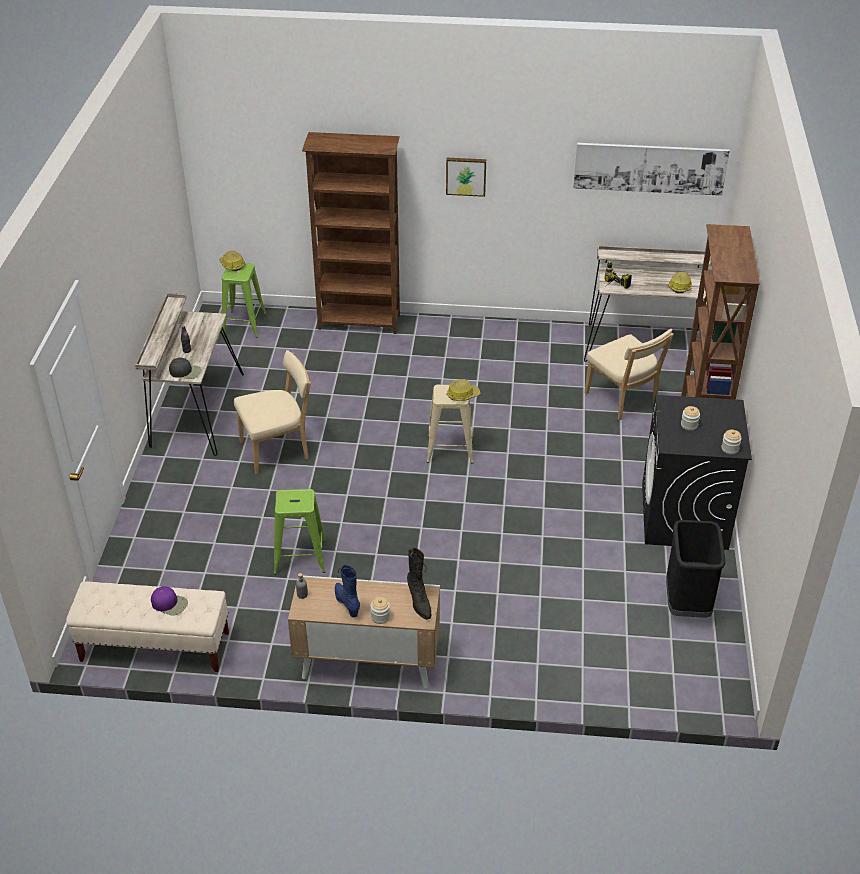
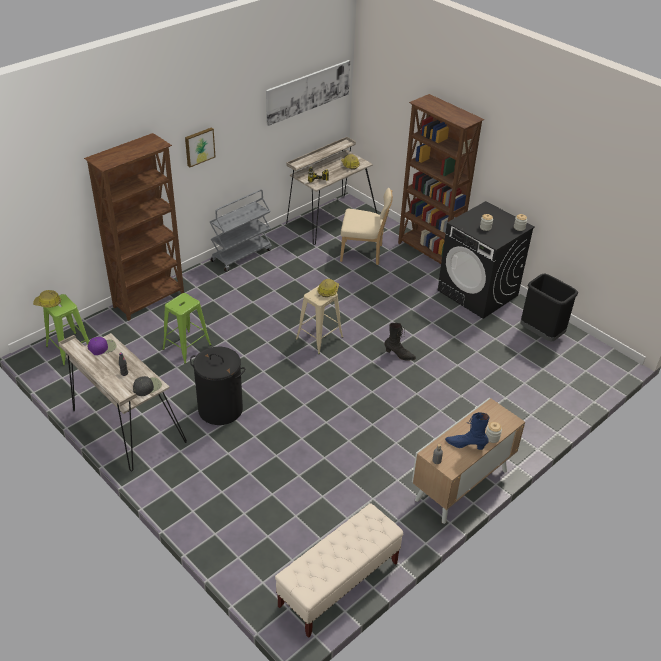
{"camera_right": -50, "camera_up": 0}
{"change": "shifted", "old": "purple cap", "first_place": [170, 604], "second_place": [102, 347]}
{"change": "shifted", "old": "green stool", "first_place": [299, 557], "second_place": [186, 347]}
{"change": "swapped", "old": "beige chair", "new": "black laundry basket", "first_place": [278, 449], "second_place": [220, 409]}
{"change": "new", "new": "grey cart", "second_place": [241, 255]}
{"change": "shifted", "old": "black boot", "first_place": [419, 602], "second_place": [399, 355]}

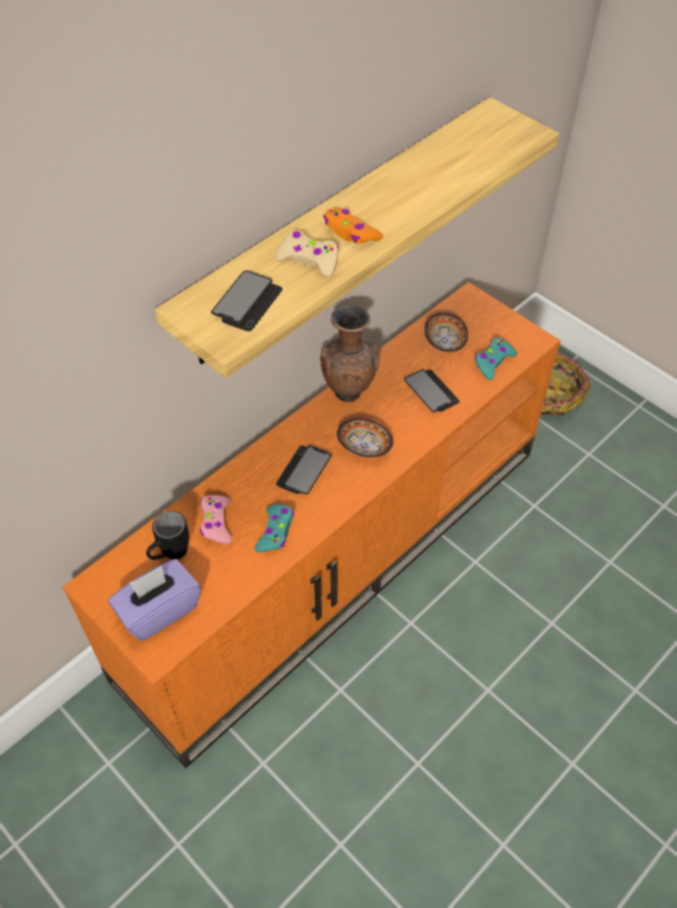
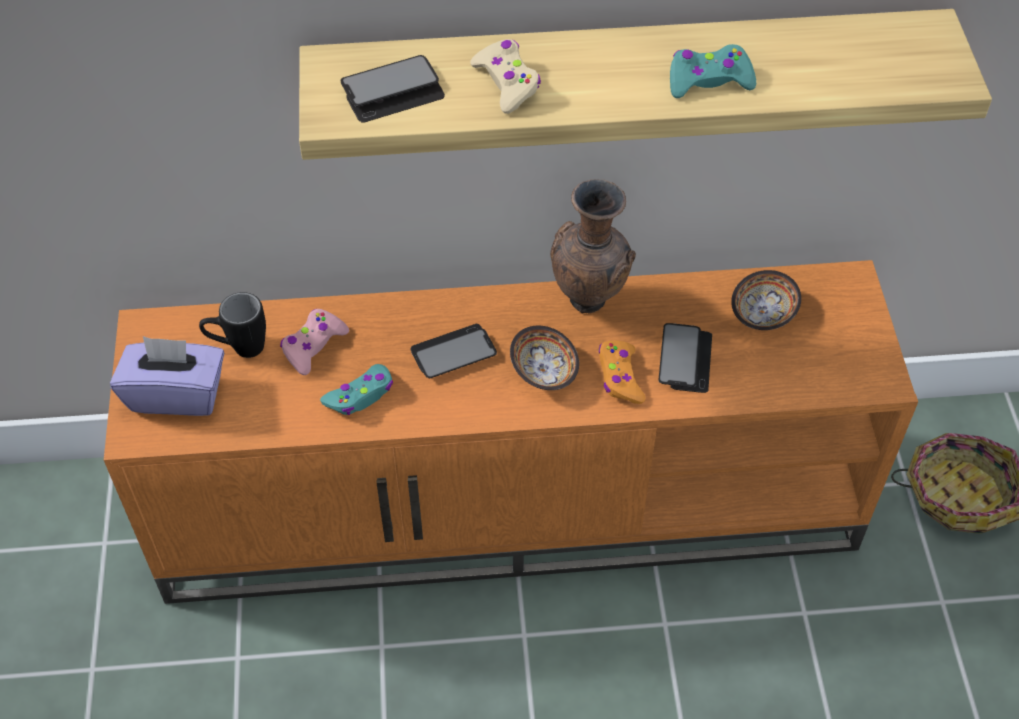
{"camera_right": 40, "camera_up": 0}
{"change": "shifted", "old": "orange game controller", "first_place": [350, 232], "second_place": [620, 377]}
{"change": "shifted", "old": "turquoise game controller", "first_place": [493, 362], "second_place": [708, 80]}

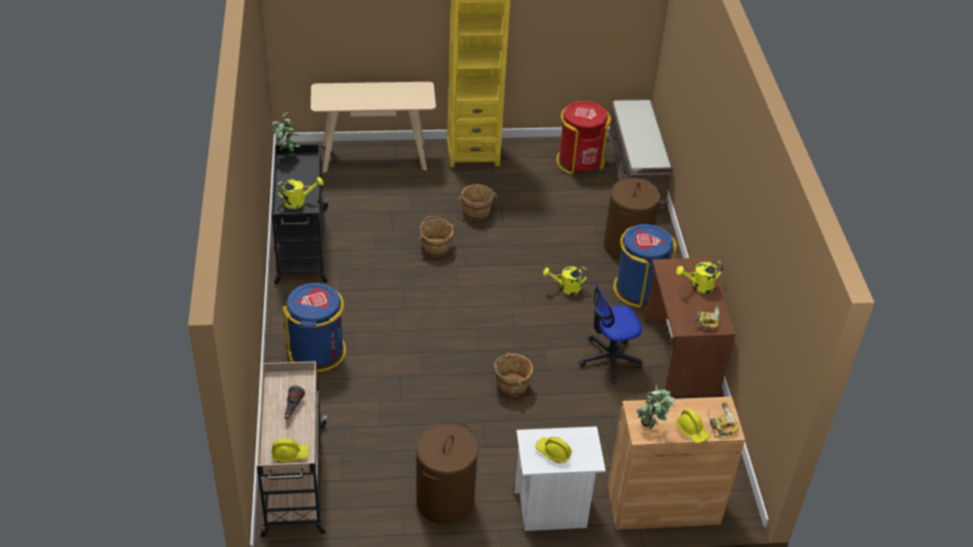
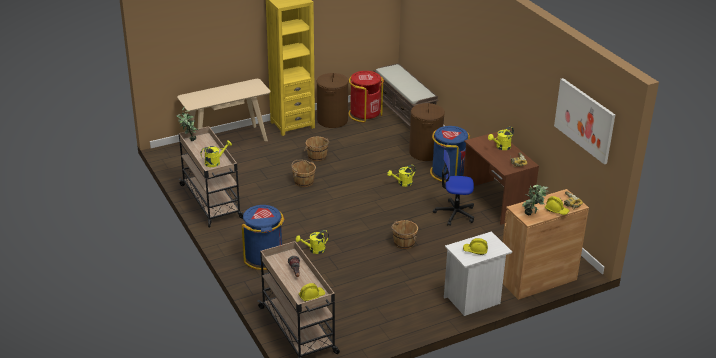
{"camera_right": -20, "camera_up": -10}
{"change": "repainted", "old": "black cart", "new": "beige cart", "first_place": [301, 246], "second_place": [211, 202]}
{"change": "new", "new": "yellow watering can", "second_place": [314, 250]}
{"change": "shifted", "old": "brown laundry basket", "first_place": [445, 501], "second_place": [332, 120]}
{"change": "rotated", "old": "office chair", "first_place": [609, 359], "second_place": [454, 213], "degrees": 45}
{"change": "new", "new": "picture", "second_place": [584, 120]}

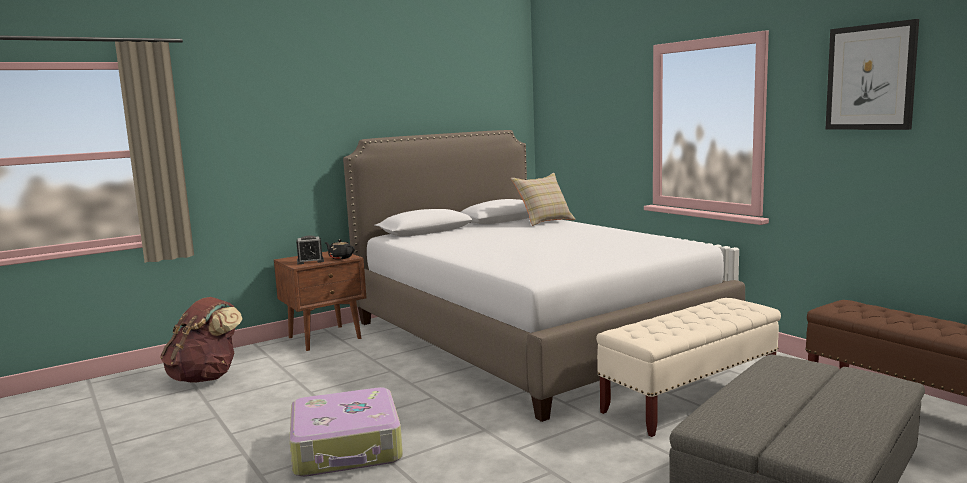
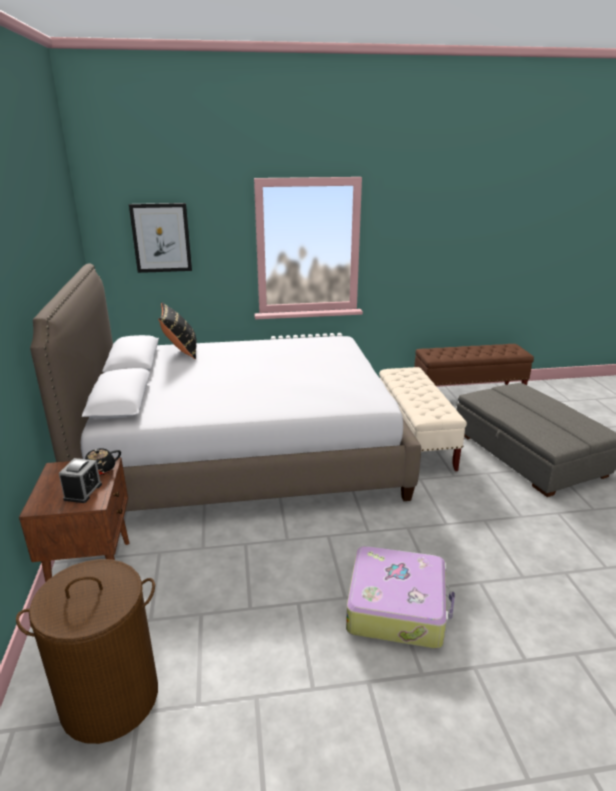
{"camera_right": -65, "camera_up": 15}
{"change": "swapped", "old": "brown backpack", "new": "brown laundry basket", "first_place": [206, 377], "second_place": [110, 698]}
{"change": "shifted", "old": "picture", "first_place": [870, 77], "second_place": [161, 238]}
{"change": "repainted", "old": "beige pillow", "new": "black pillow", "first_place": [544, 221], "second_place": [181, 351]}

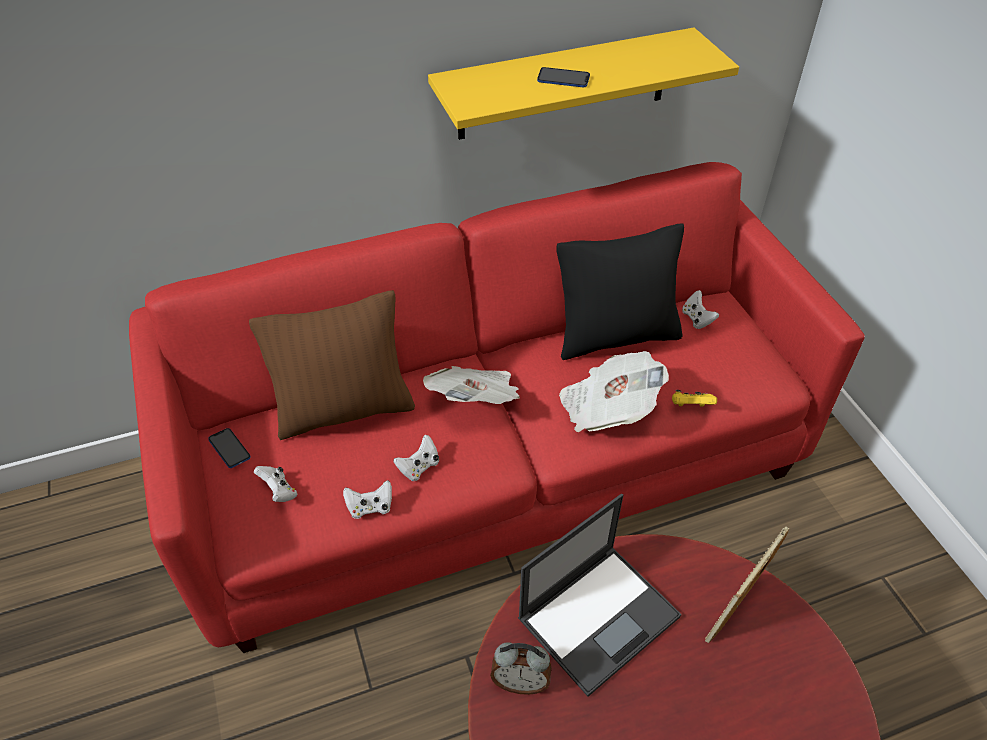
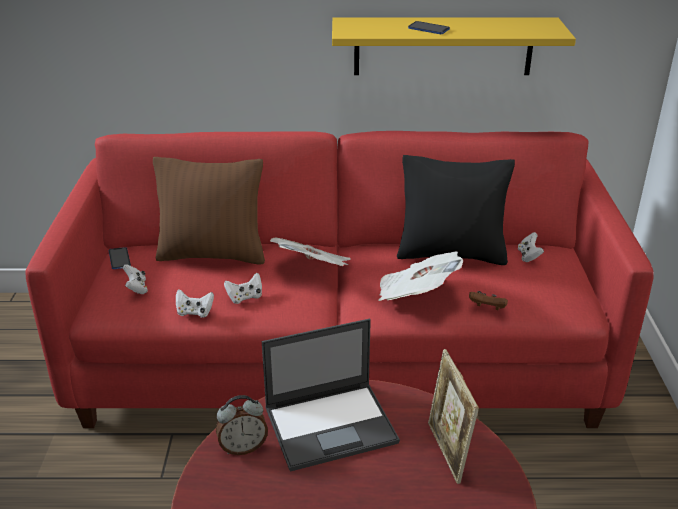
{"camera_right": 20, "camera_up": -15}
{"change": "rotated", "old": "alarm clock", "first_place": [520, 682], "second_place": [243, 447], "degrees": -45}
{"change": "rotated", "old": "picture frame", "first_place": [733, 612], "second_place": [447, 452], "degrees": -75}
{"change": "repainted", "old": "yellow game controller", "new": "brown game controller", "first_place": [690, 407], "second_place": [487, 308]}

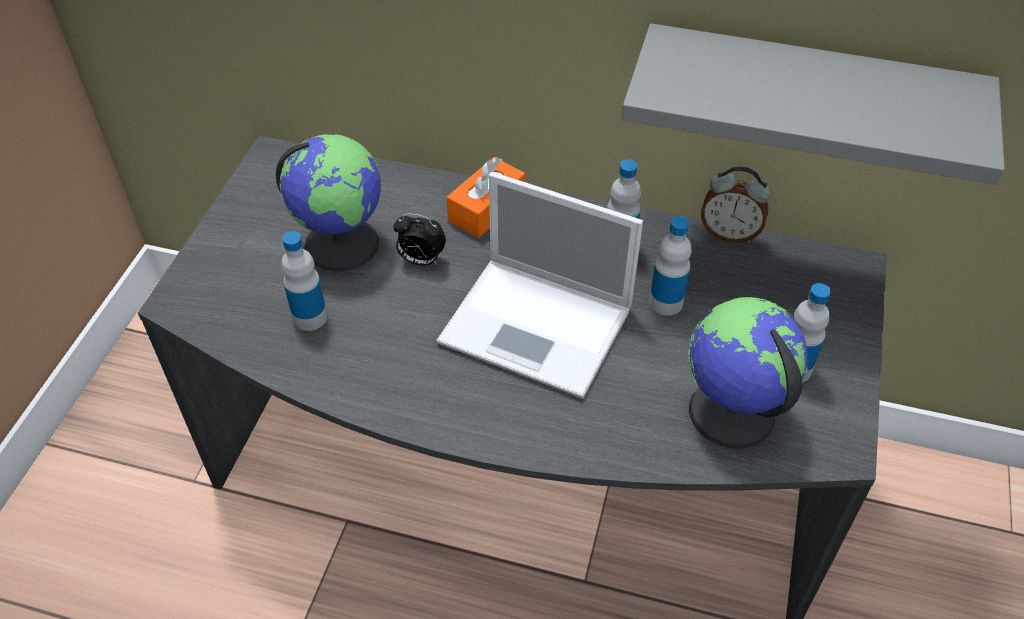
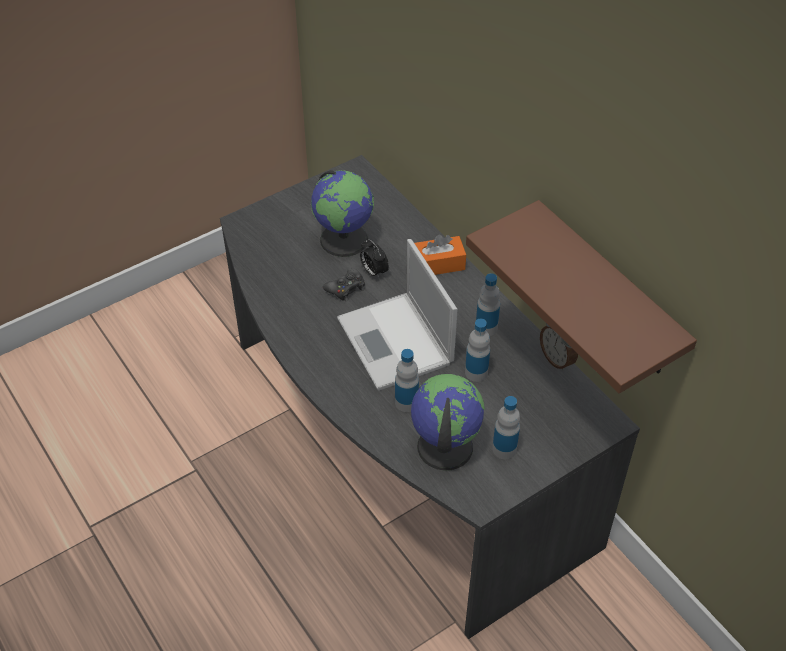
{"camera_right": 40, "camera_up": 0}
{"change": "new", "new": "black game controller", "second_place": [346, 288]}
{"change": "shifted", "old": "bottle", "first_place": [310, 317], "second_place": [406, 402]}
{"change": "repainted", "old": "grey shelf", "new": "brown shelf", "first_place": [806, 96], "second_place": [607, 292]}

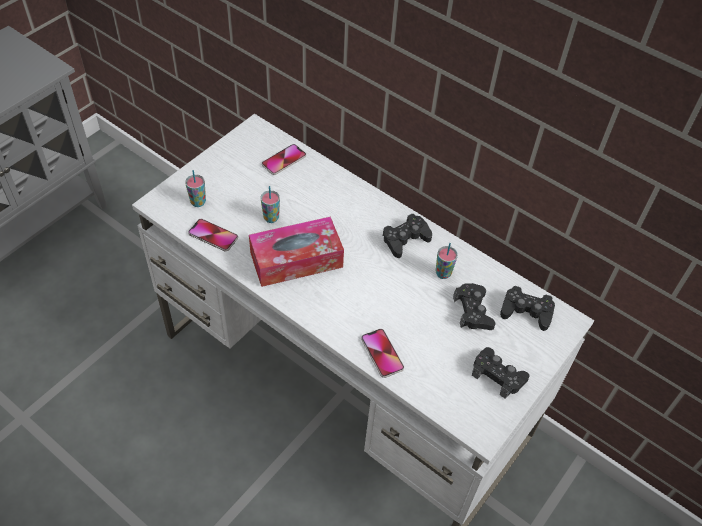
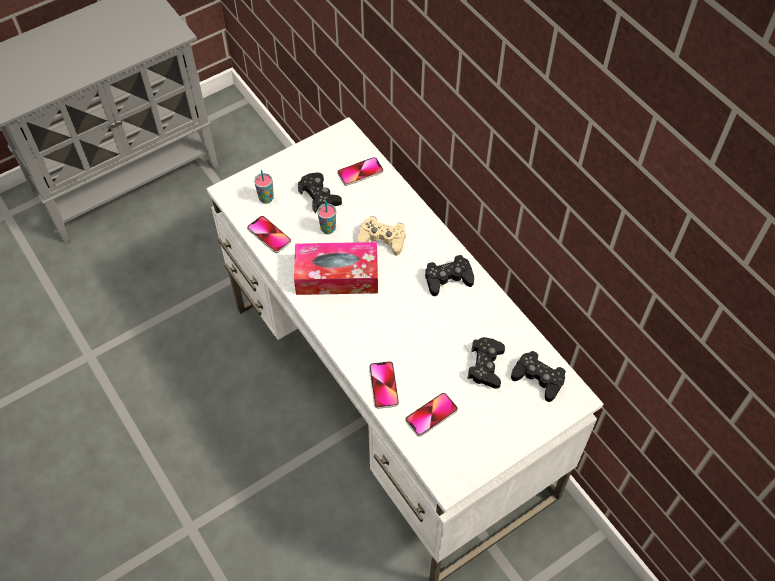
{"camera_right": 20, "camera_up": 5}
{"change": "shifted", "old": "black game controller", "first_place": [498, 375], "second_place": [319, 196]}
{"change": "new", "new": "beige game controller", "second_place": [382, 239]}
{"change": "new", "new": "phone", "second_place": [431, 415]}
{"change": "gone", "old": "cup", "first_place": [443, 273]}

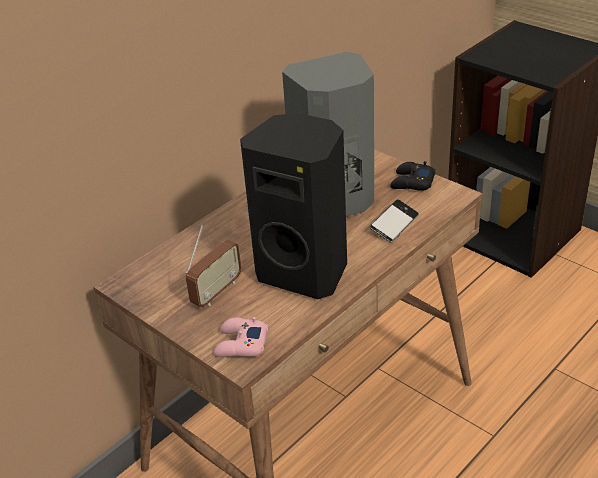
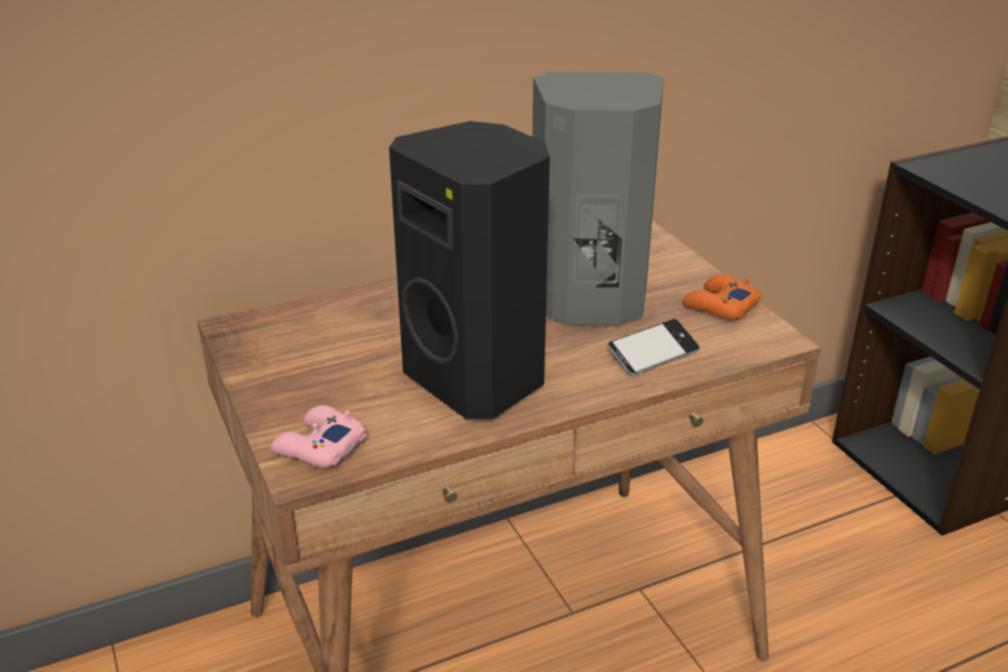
{"camera_right": 20, "camera_up": -5}
{"change": "repainted", "old": "black game controller", "new": "orange game controller", "first_place": [412, 182], "second_place": [719, 306]}
{"change": "gone", "old": "radio", "first_place": [216, 292]}

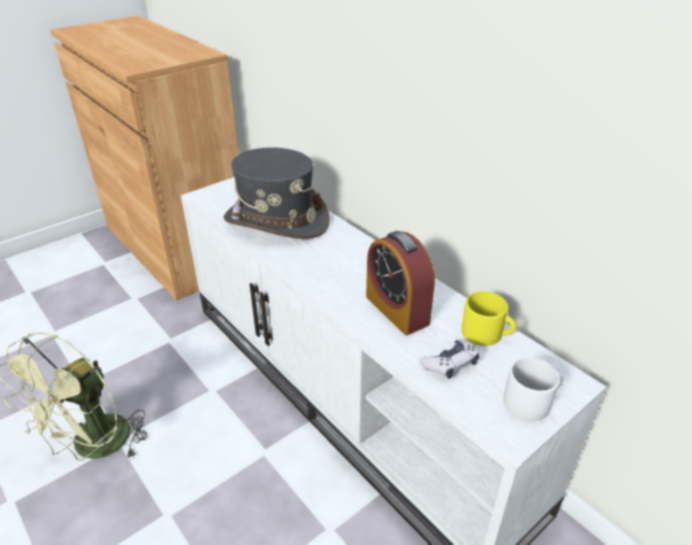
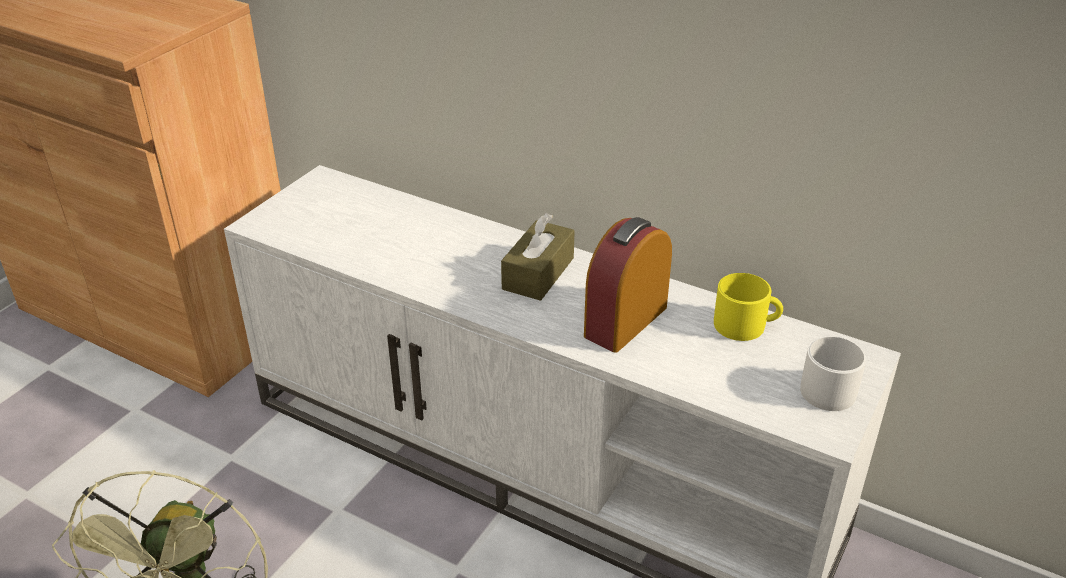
{"camera_right": -20, "camera_up": 0}
{"change": "new", "new": "brown tissue box", "second_place": [538, 273]}
{"change": "rotated", "old": "alarm clock", "first_place": [397, 310], "second_place": [626, 321], "degrees": 90}
{"change": "gone", "old": "grey hat", "first_place": [276, 220]}
{"change": "gone", "old": "game controller", "first_place": [450, 364]}

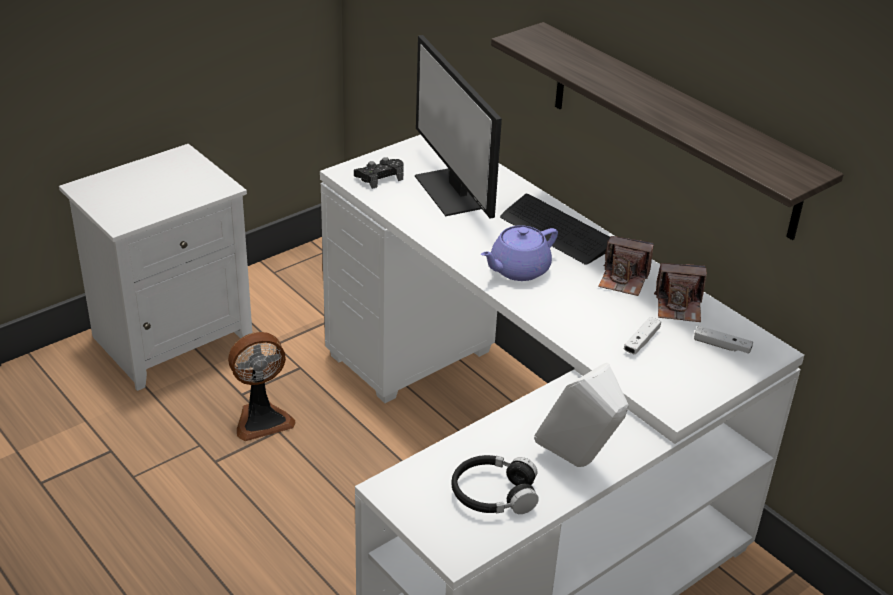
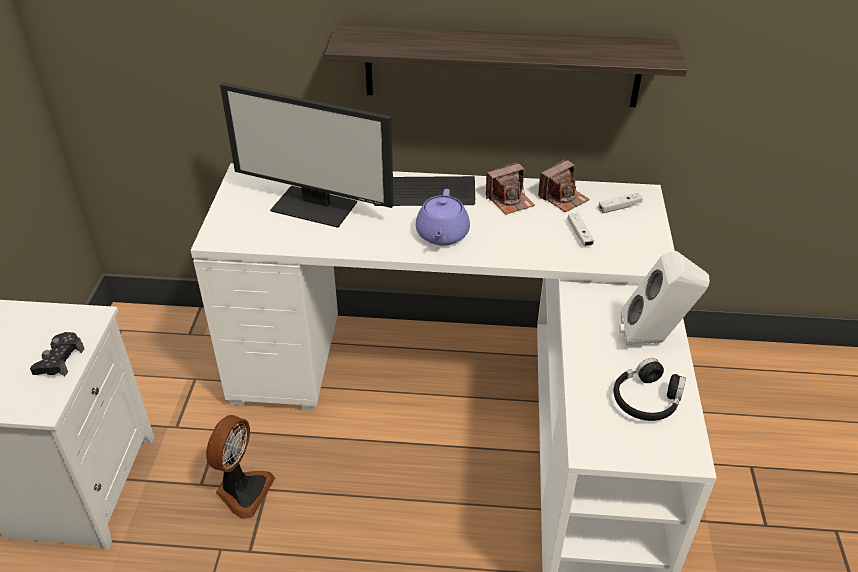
{"camera_right": -45, "camera_up": 5}
{"change": "shifted", "old": "black game controller", "first_place": [380, 177], "second_place": [59, 360]}

